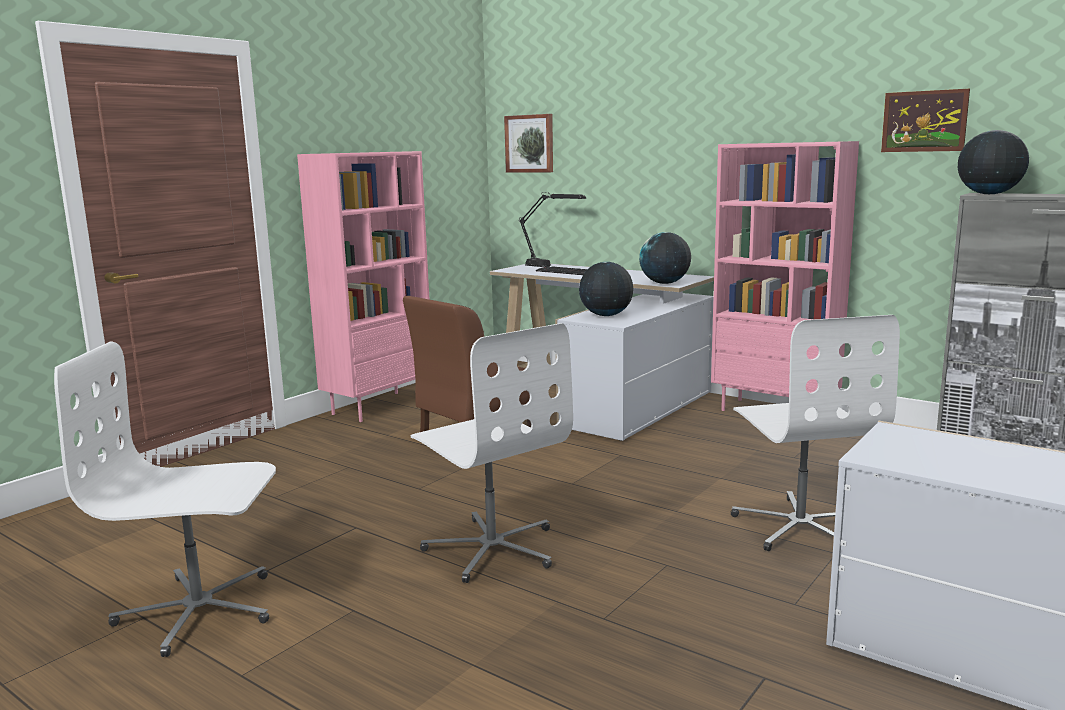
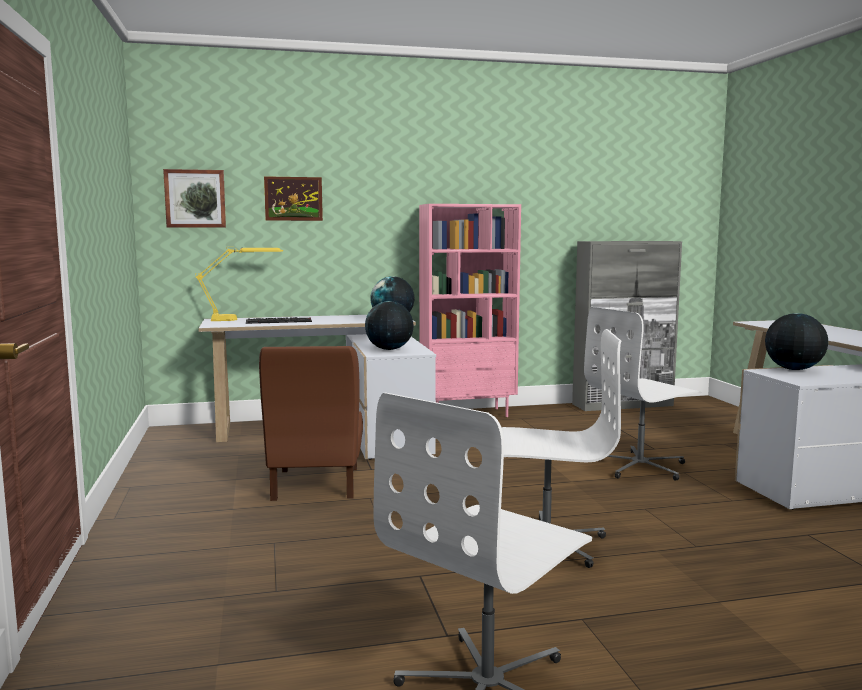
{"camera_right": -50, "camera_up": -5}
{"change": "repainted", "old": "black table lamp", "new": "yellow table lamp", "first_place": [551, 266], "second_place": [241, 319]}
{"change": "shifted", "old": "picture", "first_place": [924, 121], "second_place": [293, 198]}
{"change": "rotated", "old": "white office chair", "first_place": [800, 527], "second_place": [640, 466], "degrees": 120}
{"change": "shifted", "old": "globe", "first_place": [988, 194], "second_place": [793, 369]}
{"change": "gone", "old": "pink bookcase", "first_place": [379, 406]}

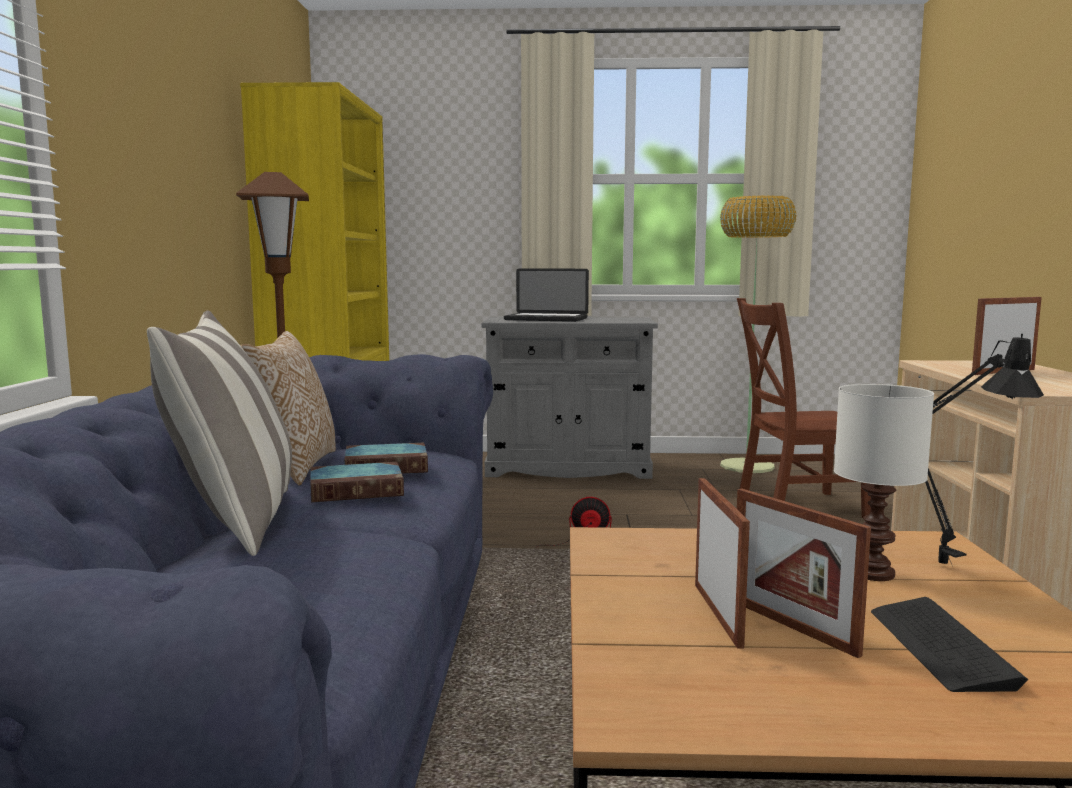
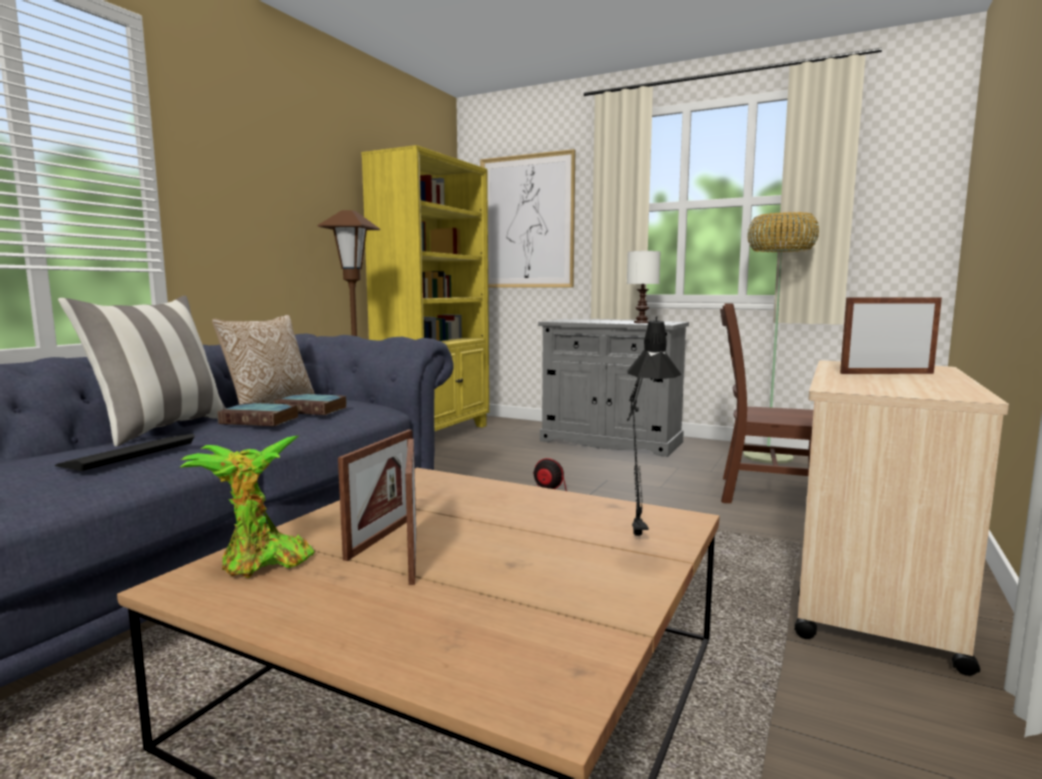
{"camera_right": 25, "camera_up": 0}
{"change": "shifted", "old": "keyboard", "first_place": [940, 647], "second_place": [129, 454]}
{"change": "new", "new": "potted plant", "second_place": [260, 564]}
{"change": "new", "new": "picture", "second_place": [526, 222]}
{"change": "shifted", "old": "white table lamp", "first_place": [874, 574], "second_place": [642, 322]}
{"change": "gone", "old": "laptop", "first_place": [546, 319]}

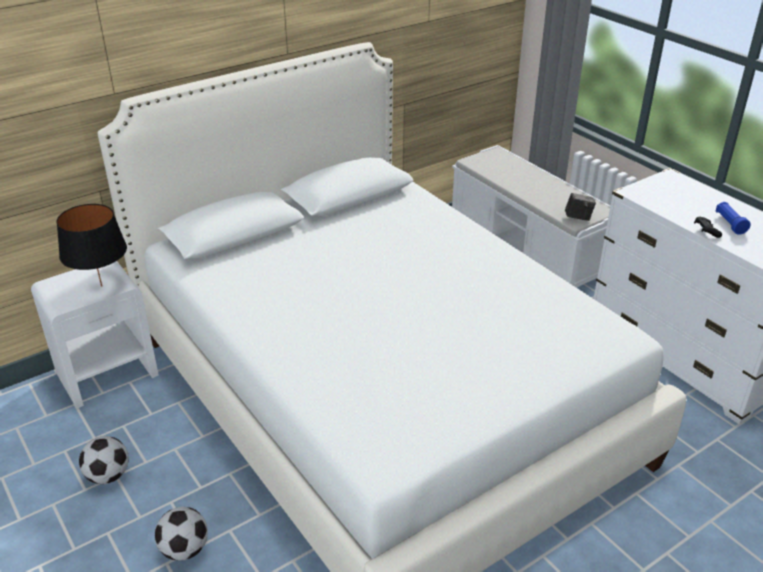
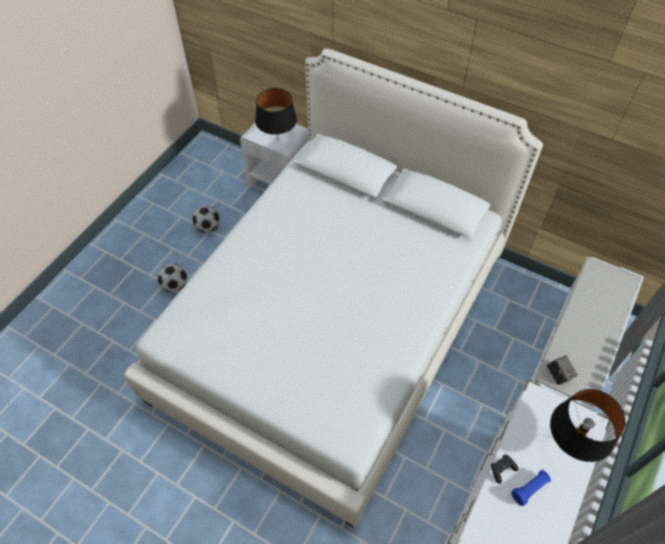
{"camera_right": 65, "camera_up": 20}
{"change": "new", "new": "black table lamp", "second_place": [569, 444]}

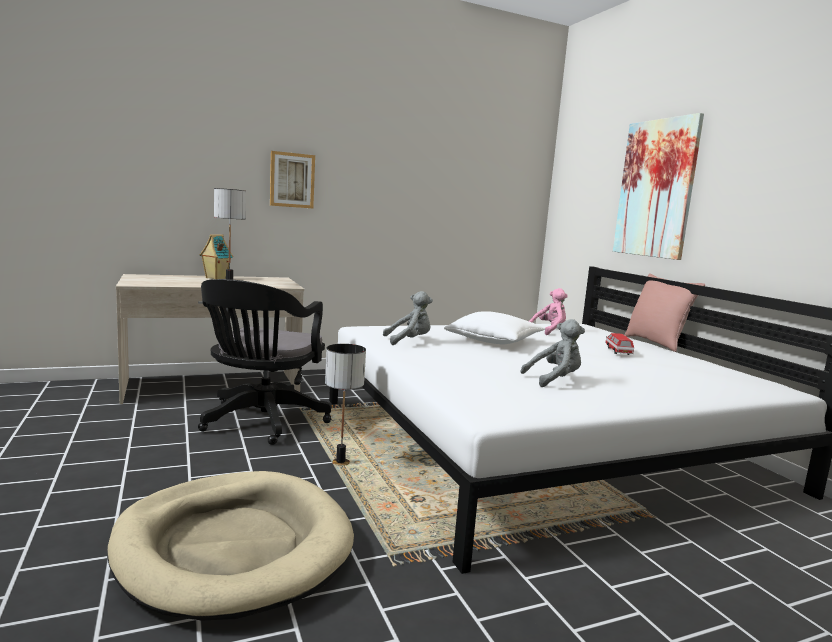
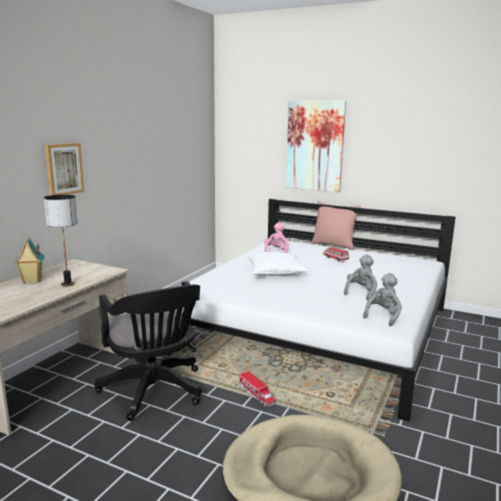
{"camera_right": -40, "camera_up": 5}
{"change": "swapped", "old": "table lamp", "new": "toy truck", "first_place": [341, 463], "second_place": [256, 394]}
{"change": "shifted", "old": "grey plush toy", "first_place": [409, 341], "second_place": [382, 316]}

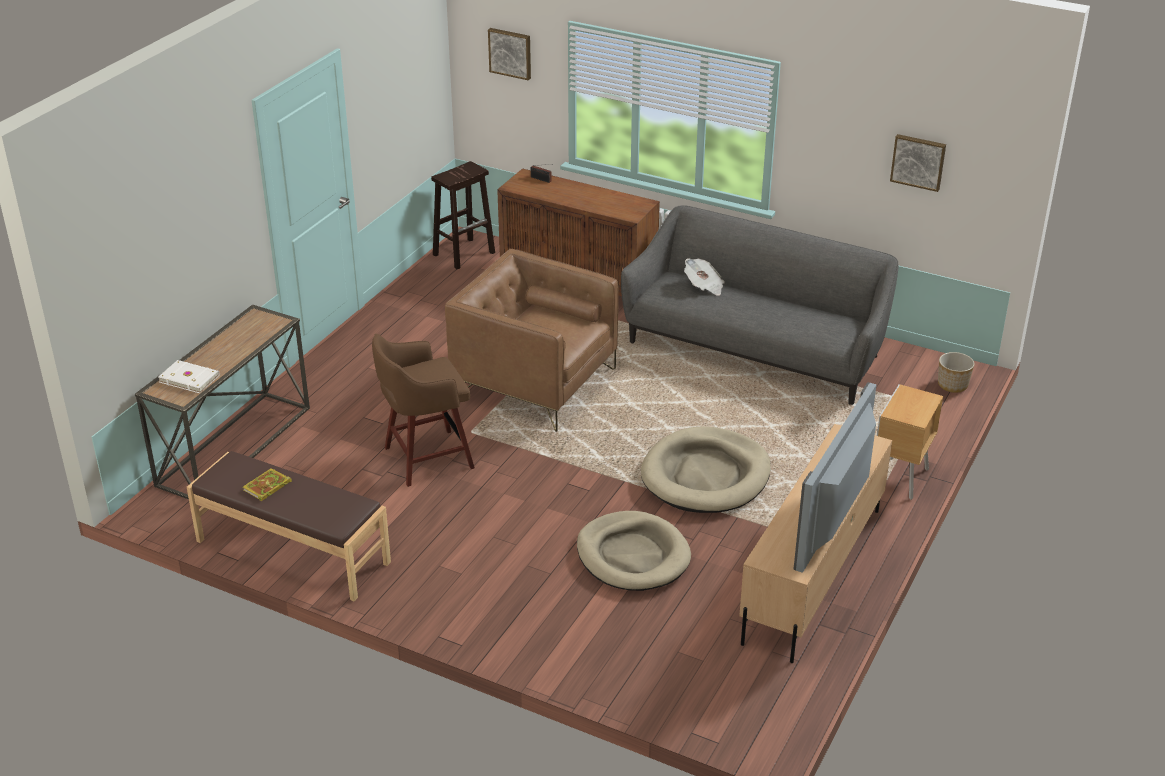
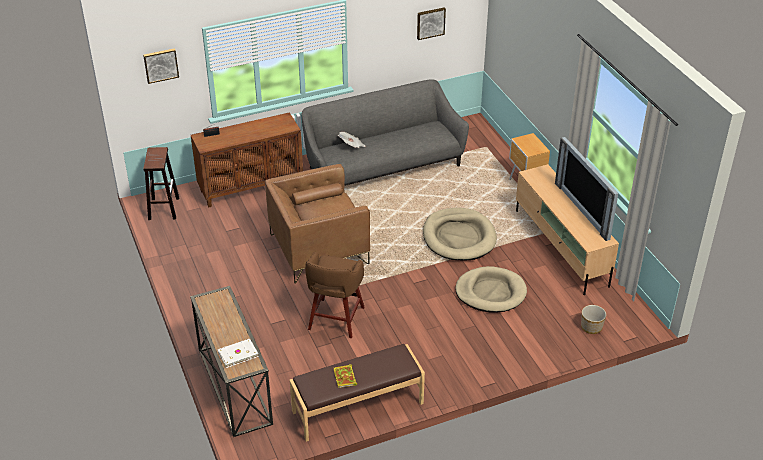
{"camera_right": -50, "camera_up": 5}
{"change": "shifted", "old": "planter", "first_place": [952, 385], "second_place": [591, 327]}

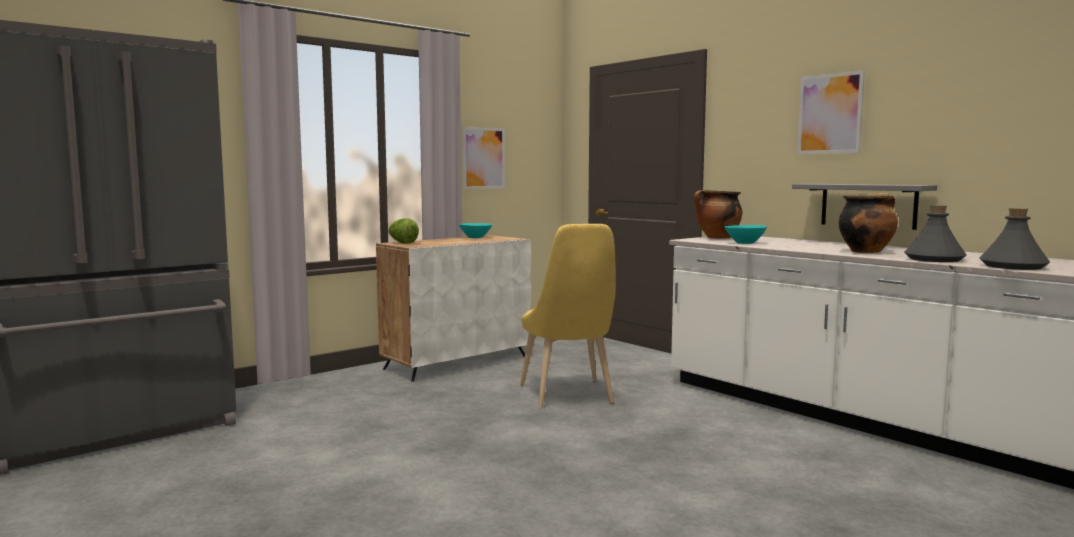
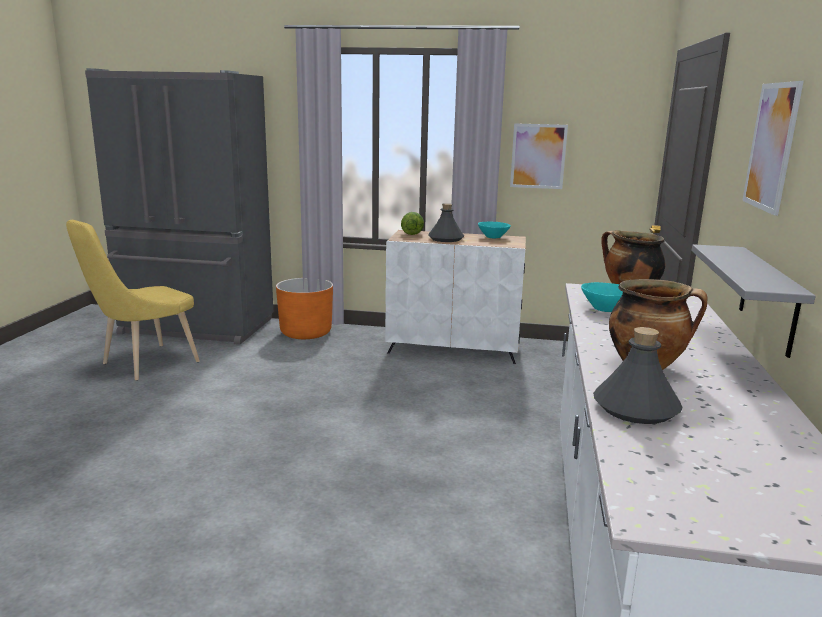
{"camera_right": 50, "camera_up": 10}
{"change": "shifted", "old": "yellow chair", "first_place": [568, 396], "second_place": [144, 364]}
{"change": "new", "new": "orange planter", "second_place": [306, 333]}
{"change": "shifted", "old": "grey bottle", "first_place": [1013, 266], "second_place": [446, 239]}

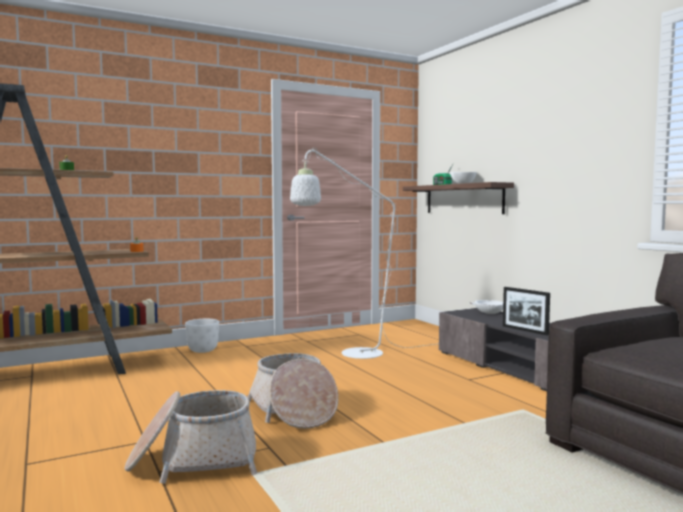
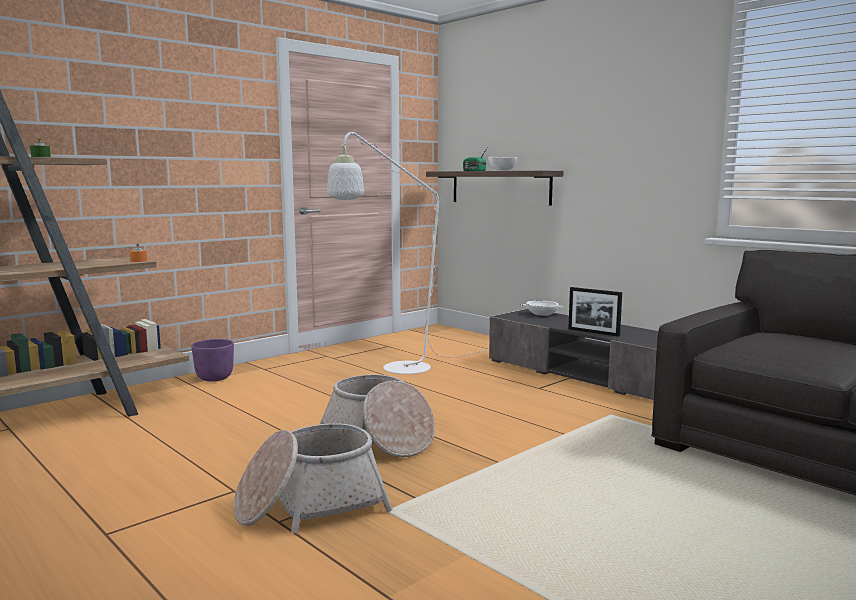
{"camera_right": -15, "camera_up": 5}
{"change": "repainted", "old": "white planter", "new": "purple planter", "first_place": [202, 351], "second_place": [214, 378]}

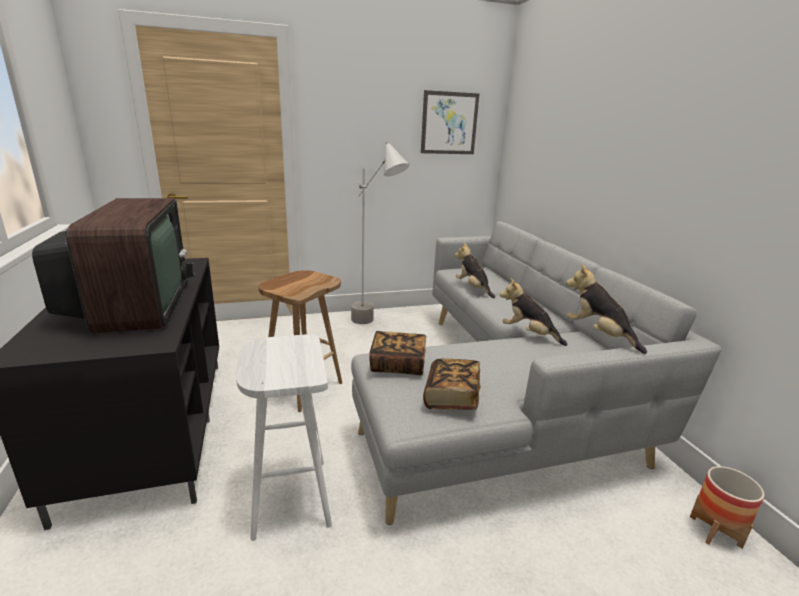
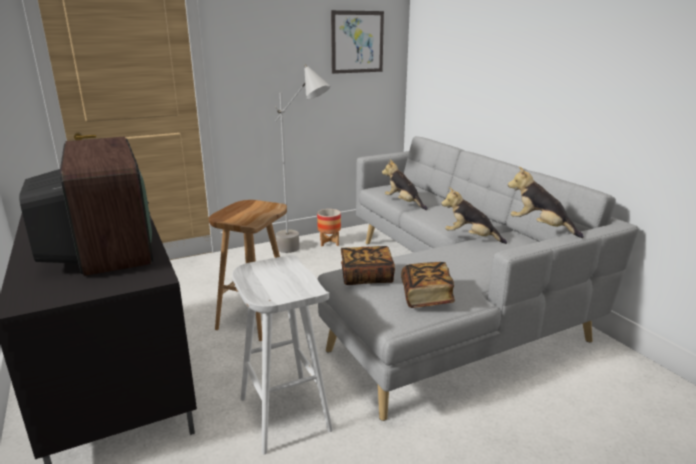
{"camera_right": -10, "camera_up": 0}
{"change": "shifted", "old": "planter", "first_place": [715, 531], "second_place": [329, 242]}

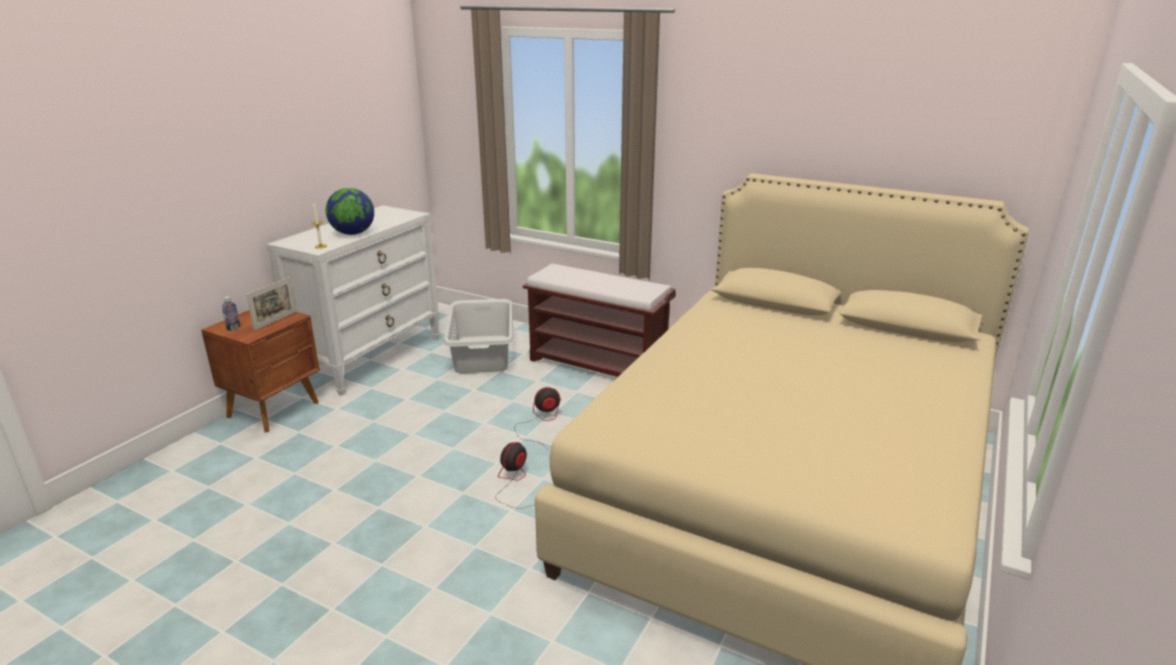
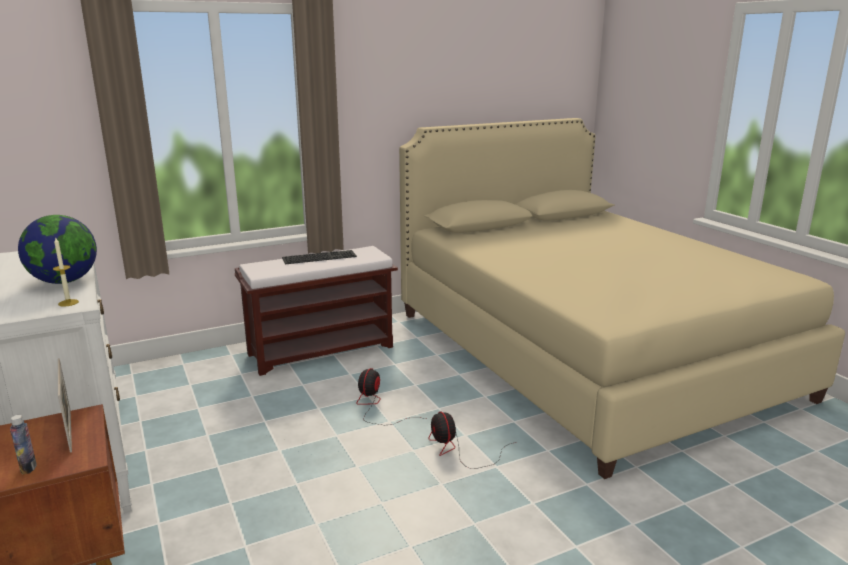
{"camera_right": -55, "camera_up": -5}
{"change": "new", "new": "keyboard", "second_place": [319, 257]}
{"change": "gone", "old": "grey laundry basket", "first_place": [483, 353]}

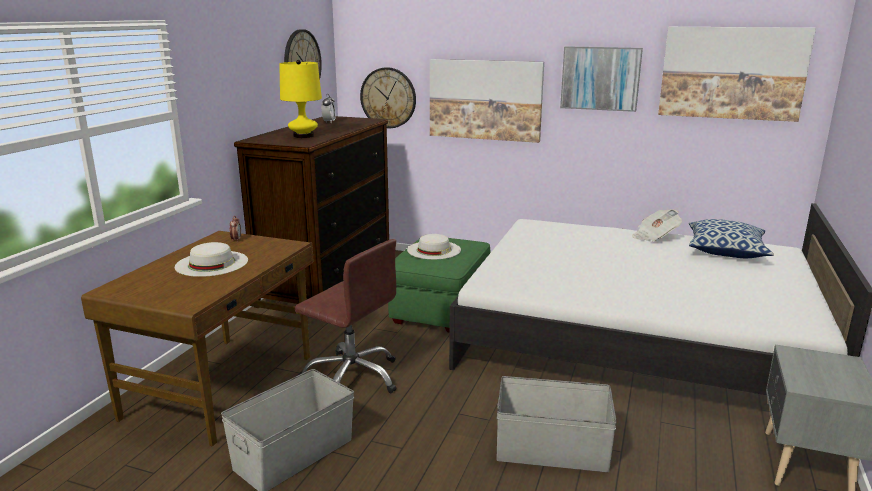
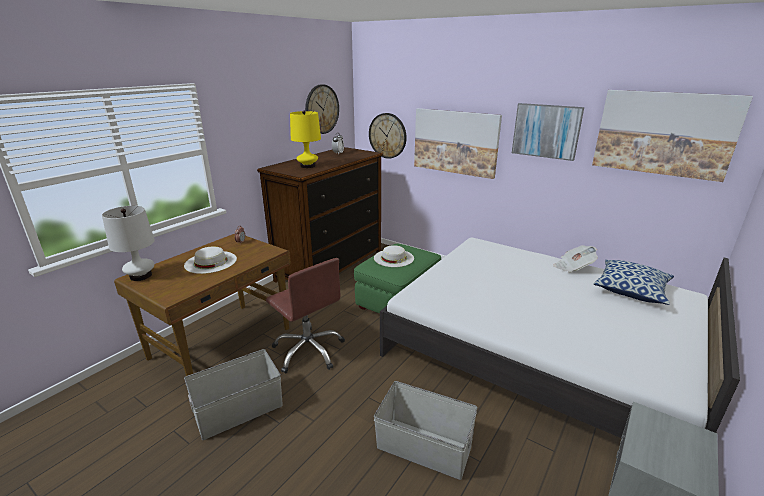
{"camera_right": 15, "camera_up": 5}
{"change": "new", "new": "white table lamp", "second_place": [141, 276]}

